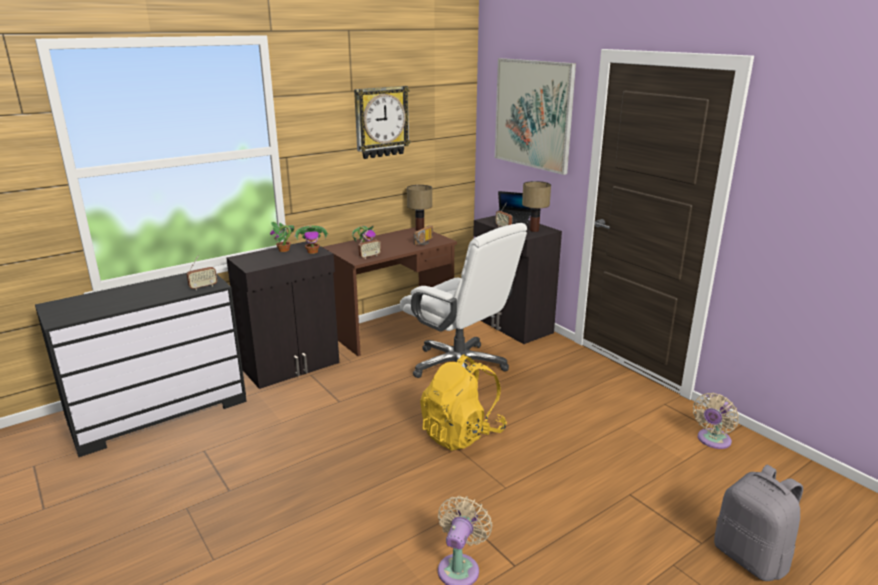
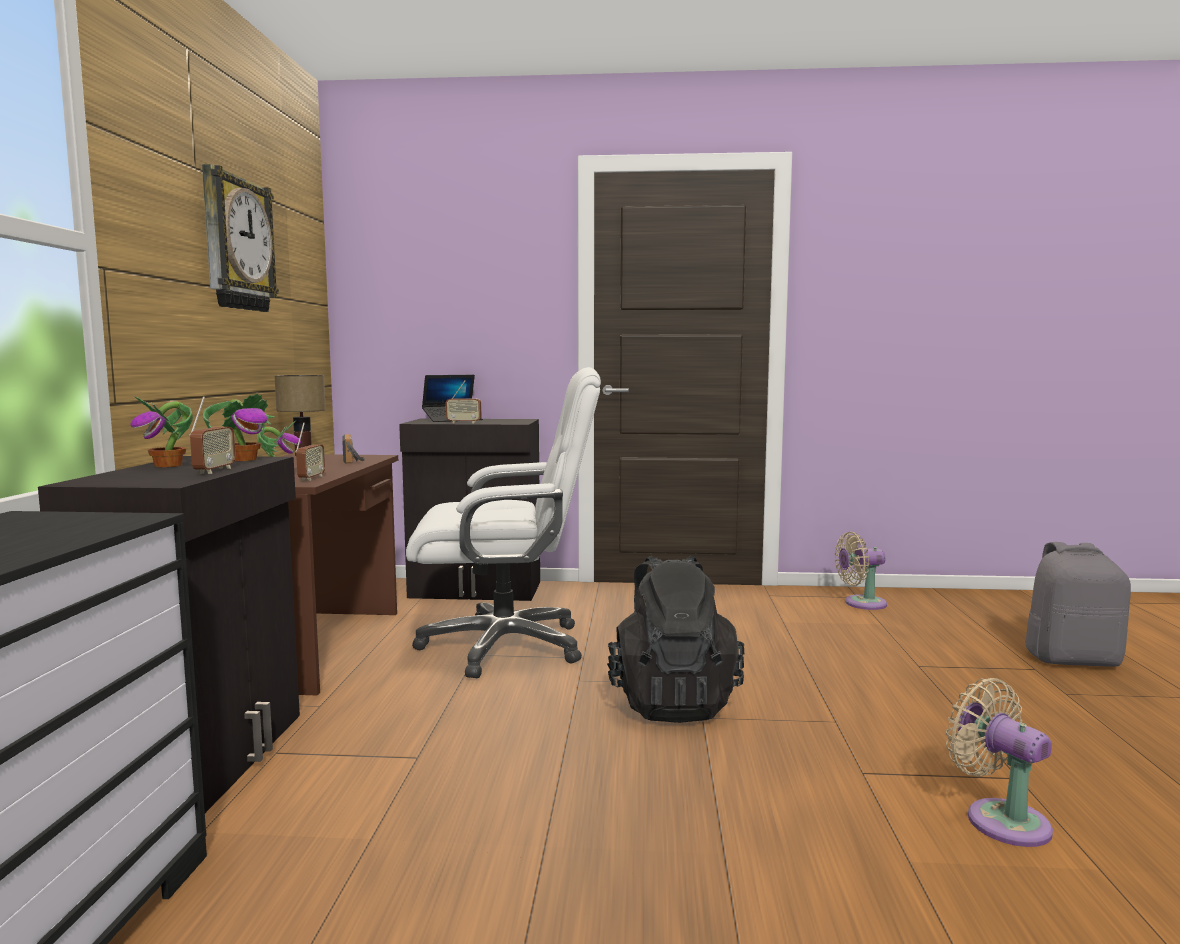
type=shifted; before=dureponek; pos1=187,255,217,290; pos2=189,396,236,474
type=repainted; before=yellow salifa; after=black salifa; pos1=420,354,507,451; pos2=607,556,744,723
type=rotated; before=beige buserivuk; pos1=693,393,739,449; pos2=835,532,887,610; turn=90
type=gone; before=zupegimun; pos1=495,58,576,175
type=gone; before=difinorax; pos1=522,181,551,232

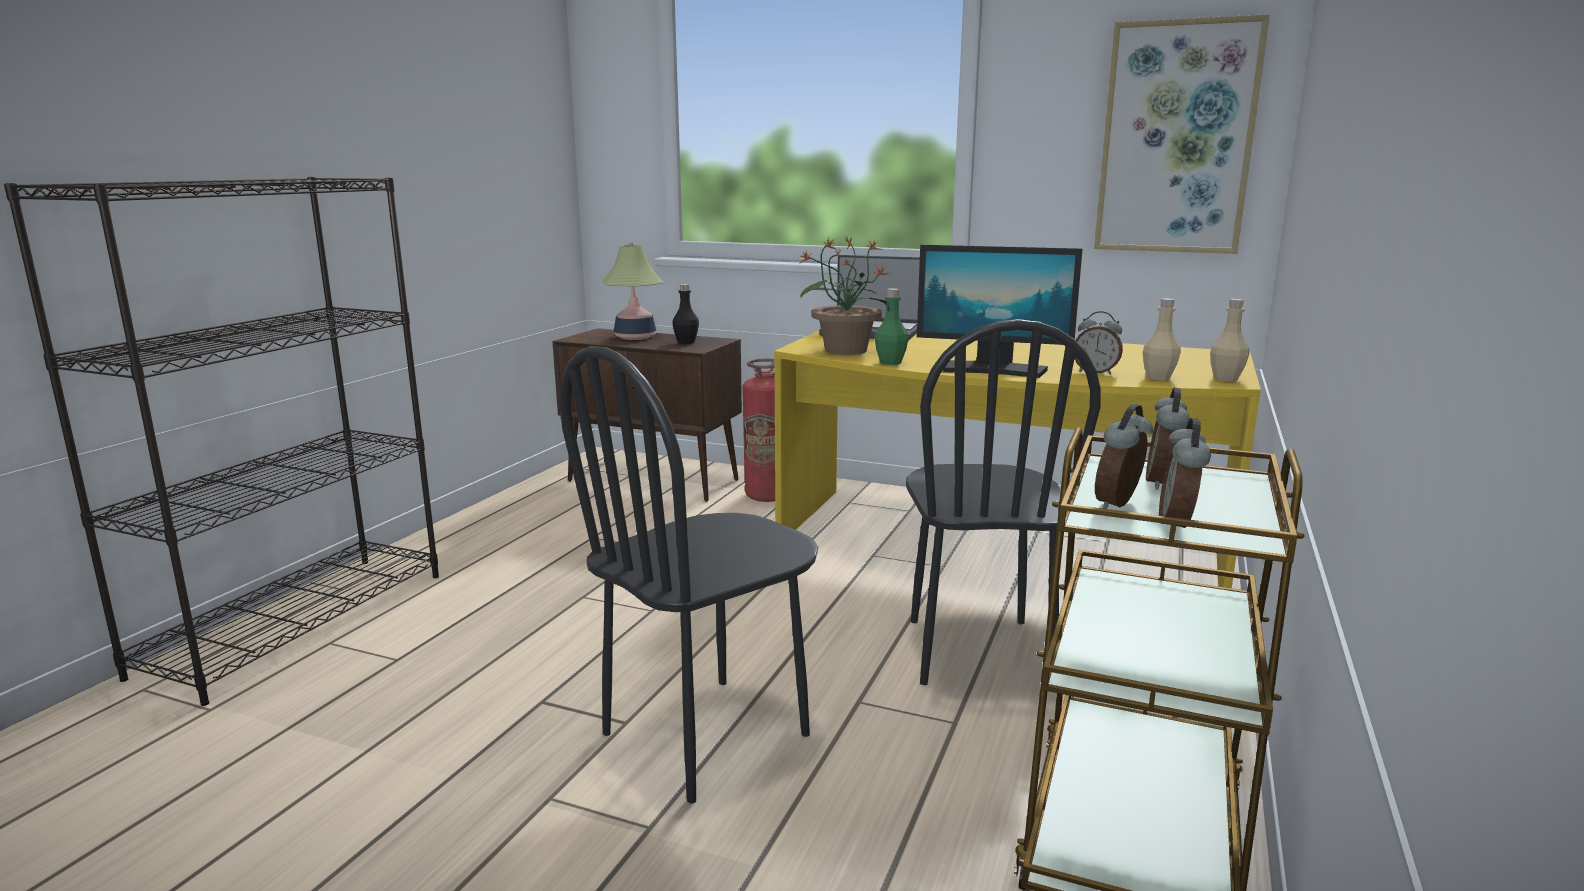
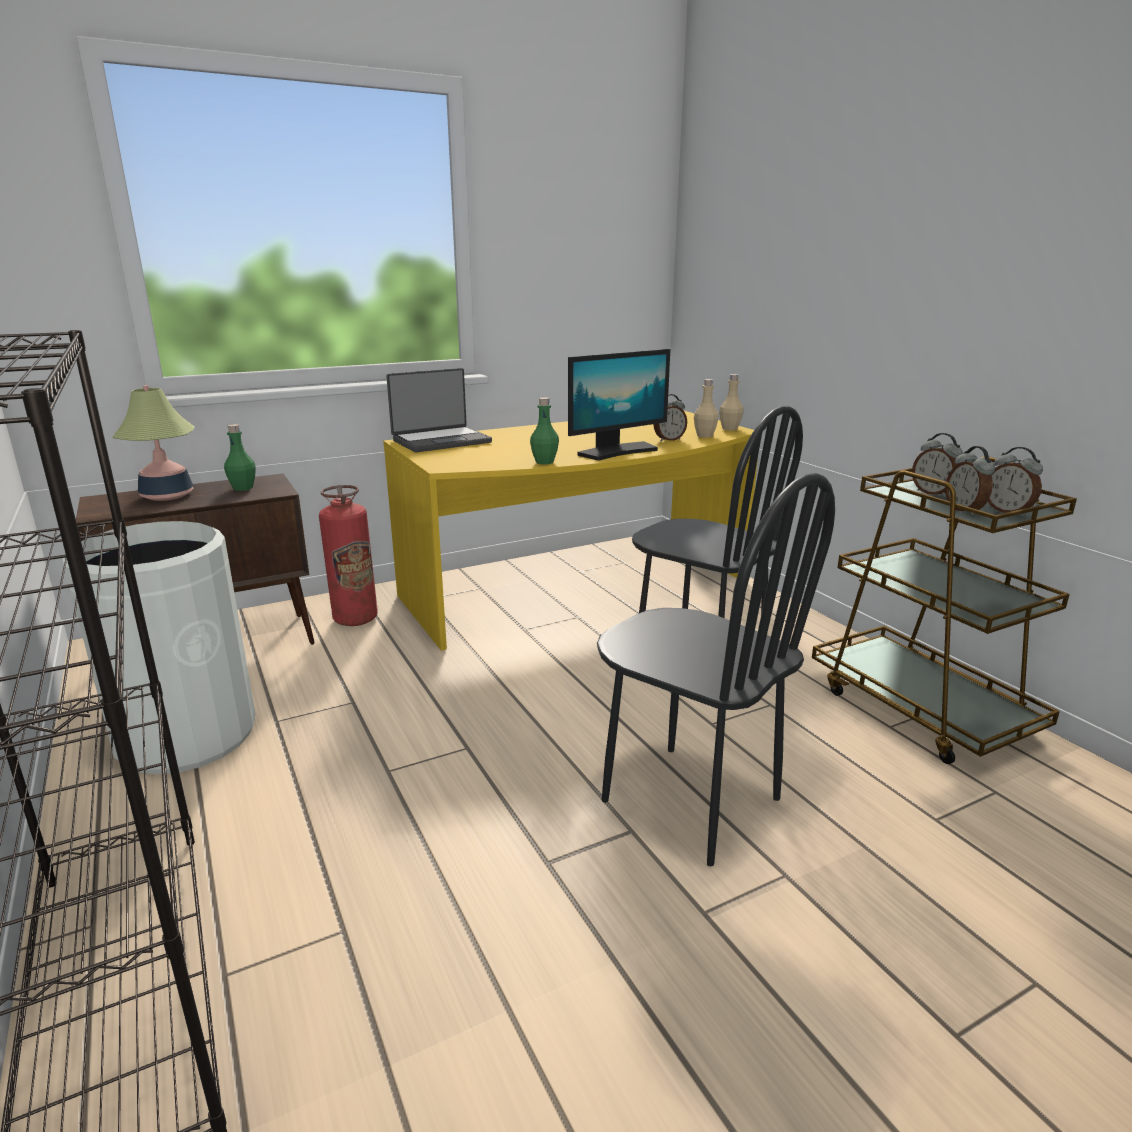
type=new; after=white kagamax; pos2=62,521,256,774
type=repainted; before=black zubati; after=green zubati; pos1=672,284,699,344; pos2=224,424,256,491
type=rotated; before=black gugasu; pos1=560,346,818,803; pos2=597,473,835,866; turn=-45
type=gone; before=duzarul; pos1=799,237,890,355
type=gone; before=zupegimun; pos1=1094,14,1270,254

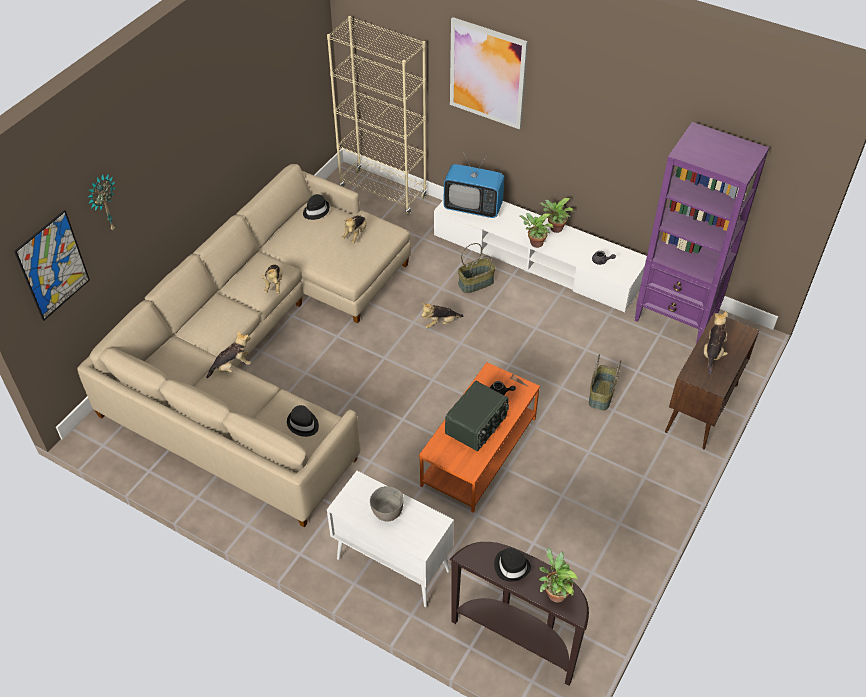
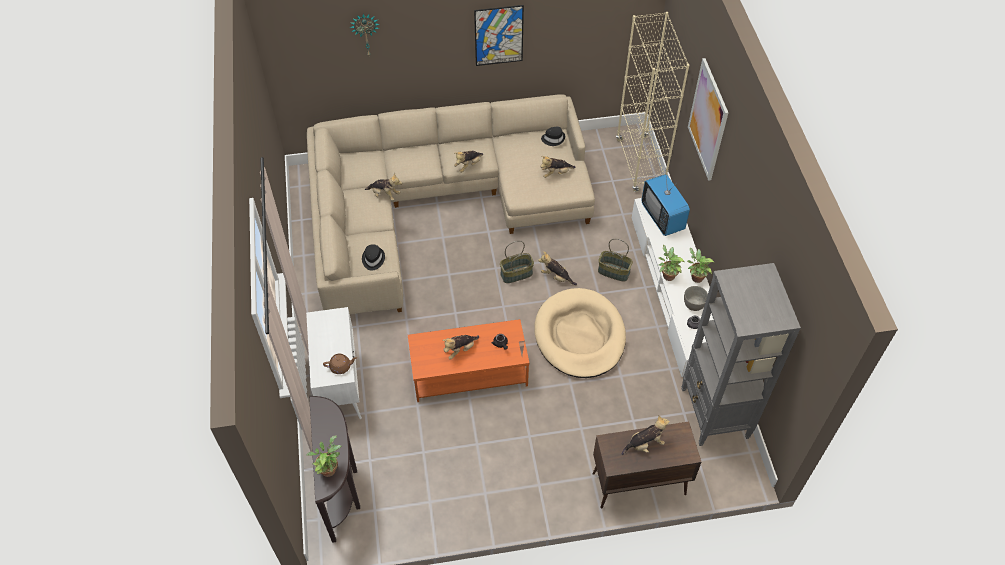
type=new; after=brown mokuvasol; pos2=323,354,357,374
type=swapped; before=dureponek; after=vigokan; pos1=445,381,509,451; pos2=443,335,479,360
type=shifted; before=zupegimun; pos1=14,210,90,321; pos2=474,5,524,66
type=shifted; before=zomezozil; pos1=589,355,621,411; pos2=500,241,534,283
type=new; after=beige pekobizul; pos2=534,288,626,378
type=repainted; before=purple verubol; after=grey verubol; pos1=635,122,769,344; pos2=681,263,801,446
type=shifted; before=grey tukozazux; pos1=370,486,404,522; pos2=684,286,708,311
type=gone; before=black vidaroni; pos1=494,548,531,582

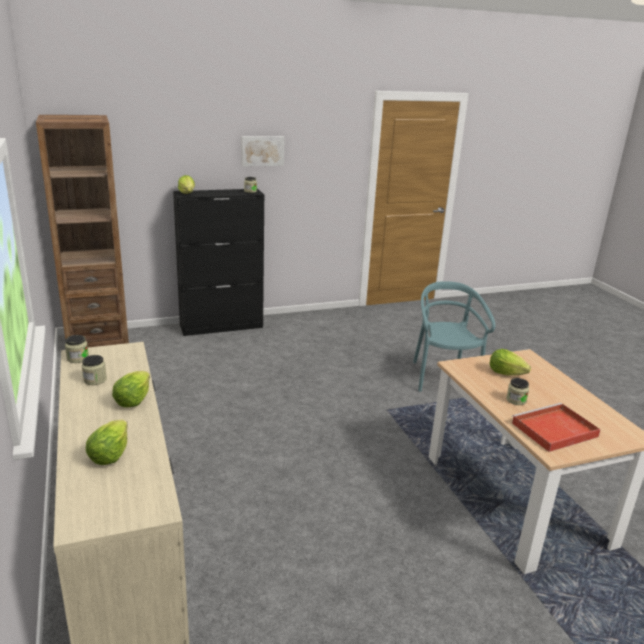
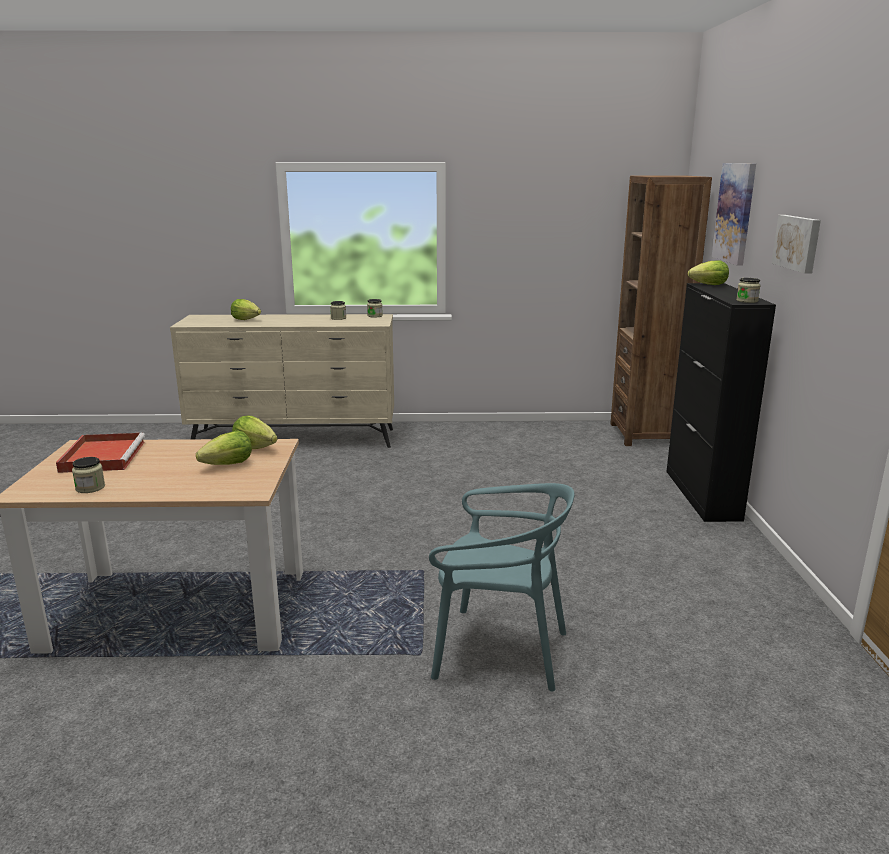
type=shifted; before=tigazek; pos1=506,378,529,405; pos2=72,457,105,493
type=shifted; before=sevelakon; pos1=112,371,150,407; pos2=232,415,278,449
type=new; after=zupegimun; pos2=712,163,756,266

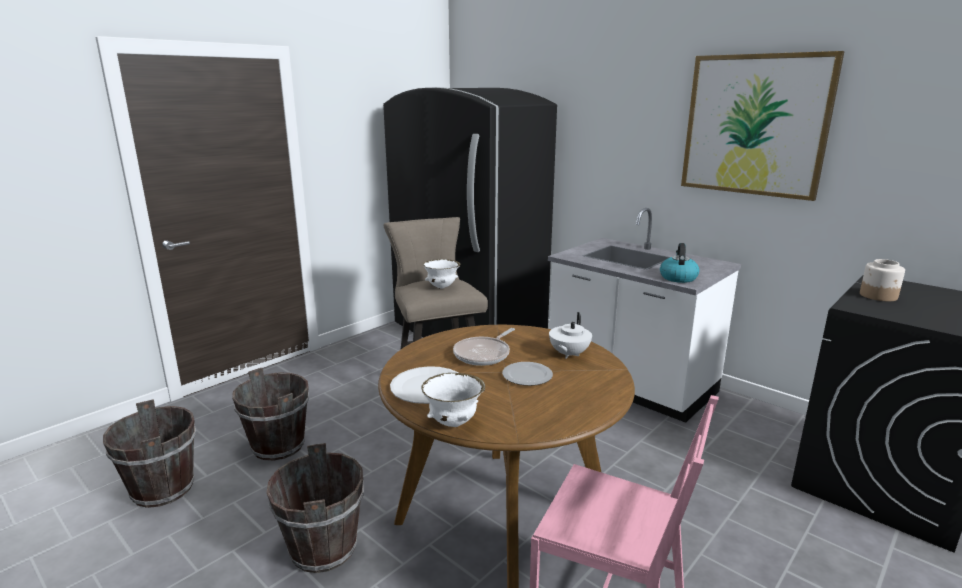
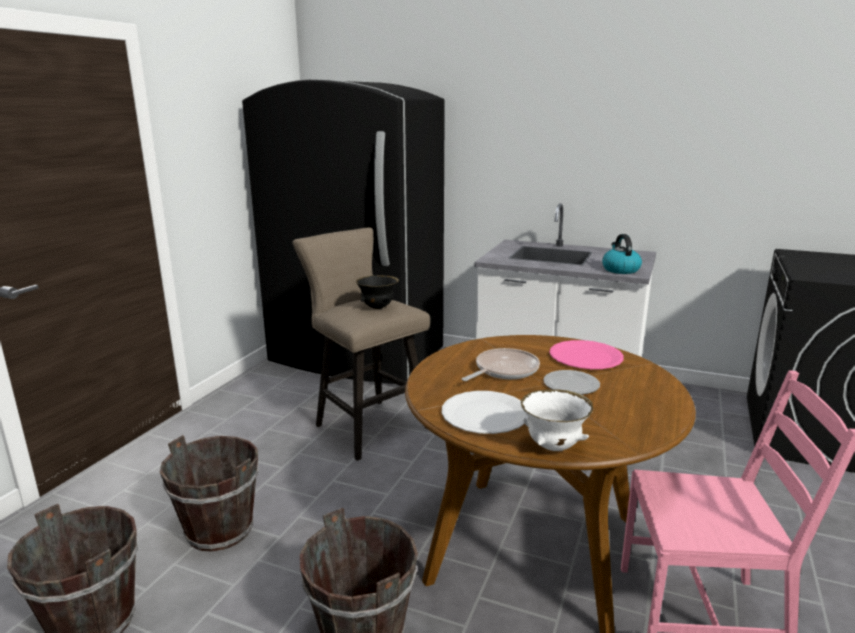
type=repainted; before=white tukozazux; after=black tukozazux; pos1=423,259,460,289; pos2=356,275,399,309
type=rotated; before=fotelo; pos1=453,328,515,366; pos2=462,348,540,381; turn=-150
type=swapped; before=white mokuvasol; after=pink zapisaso; pos1=549,312,592,359; pos2=549,340,624,369
type=gone; before=zupegimun; pos1=681,51,844,201
type=gone; before=tigazek; pos1=860,259,905,302

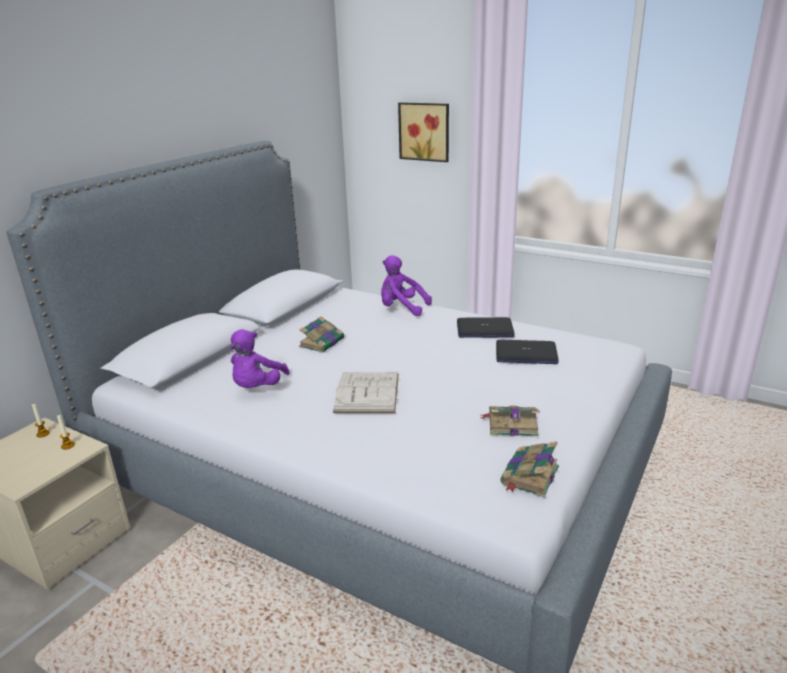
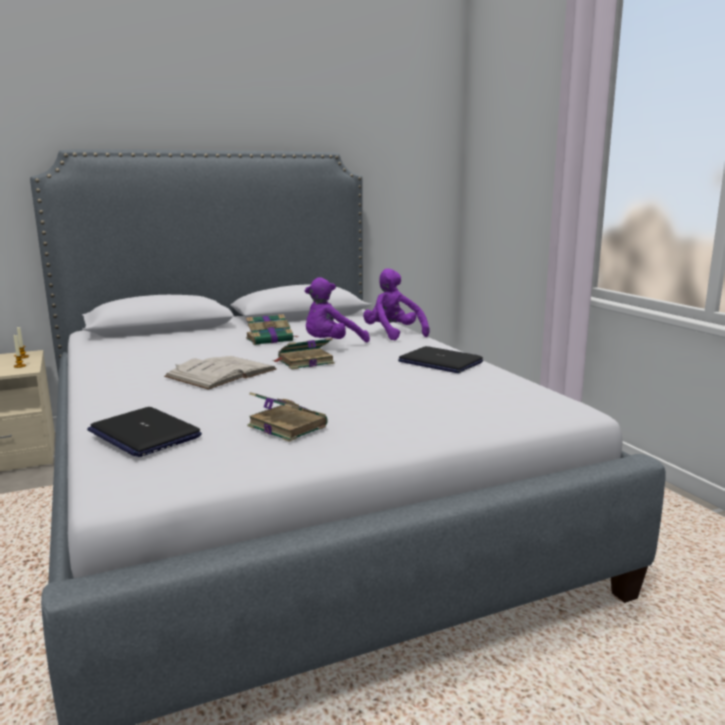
type=shifted; before=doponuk; pos1=496,340,558,364; pos2=87,407,202,457
type=shifted; before=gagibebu; pos1=500,442,559,497; pos2=272,338,335,370
type=shifted; before=purple vigokan; pos1=231,329,290,388; pos2=305,277,370,343
type=gone; before=zupegimun; pos1=398,102,449,162

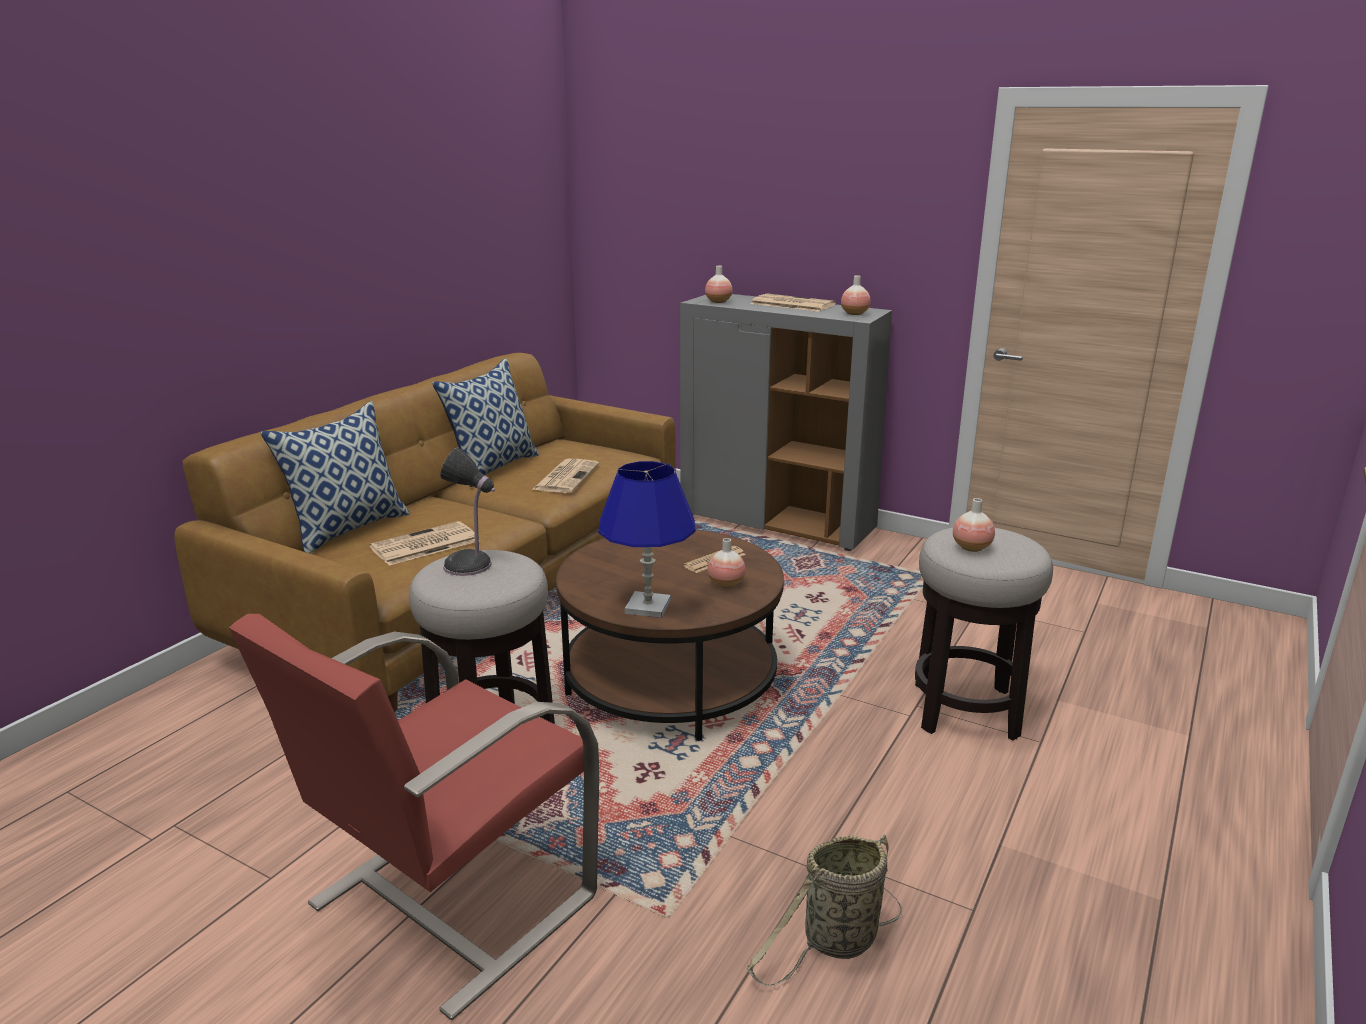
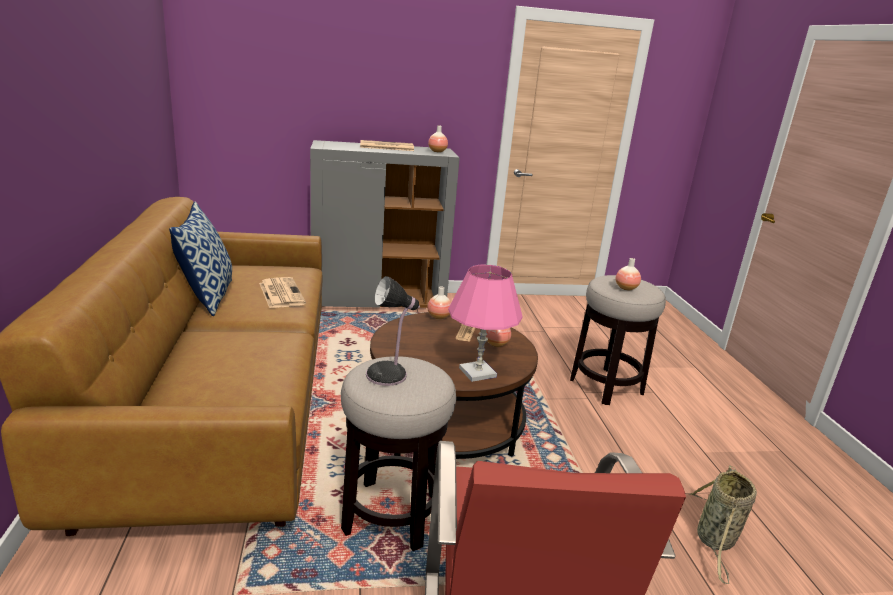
type=shifted; before=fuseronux; pos1=705,266,733,303; pos2=427,287,451,319
type=repainted; before=blue difinorax; after=pink difinorax; pos1=598,461,696,618; pos2=448,265,522,382
type=gone; before=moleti; pos1=260,401,410,554
type=gone; before=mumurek; pos1=369,521,475,566

